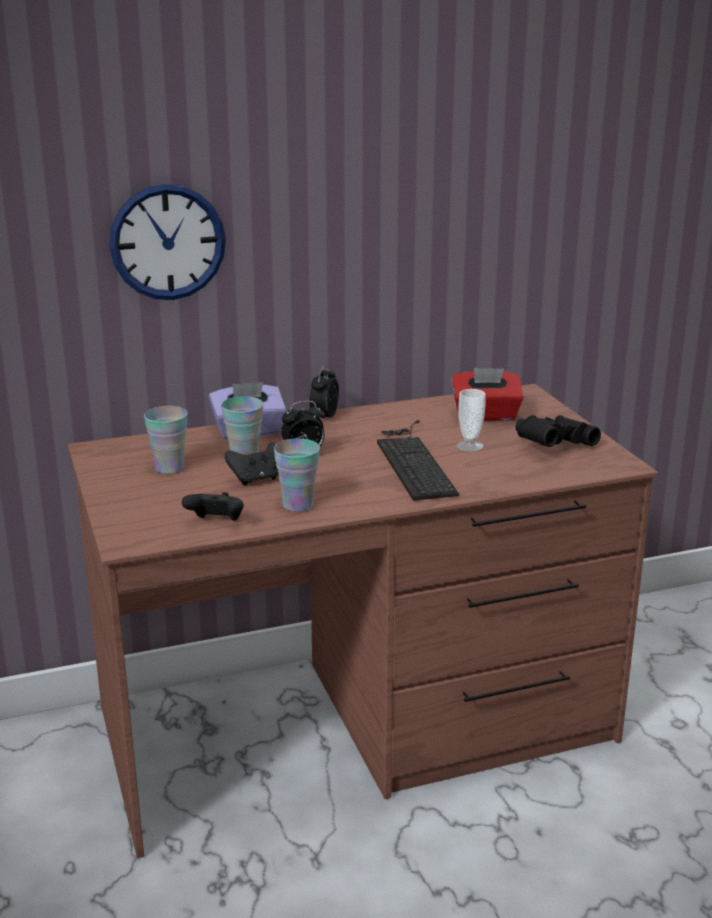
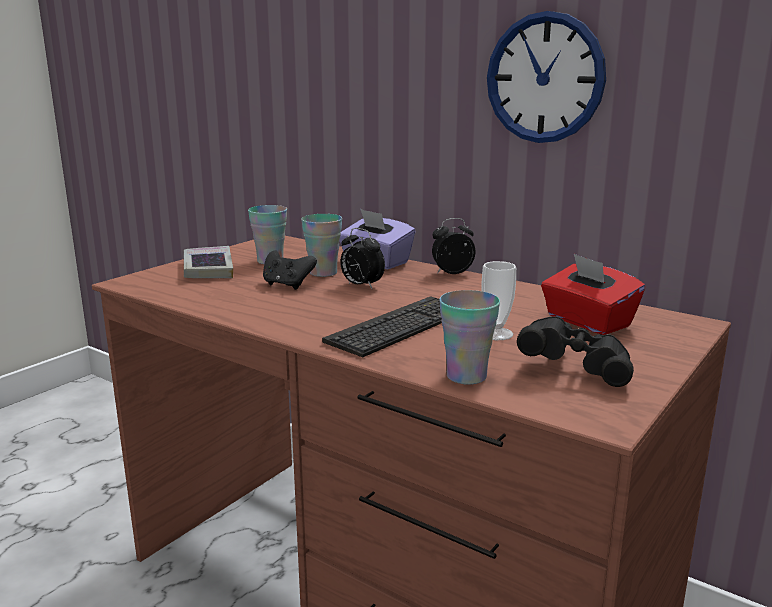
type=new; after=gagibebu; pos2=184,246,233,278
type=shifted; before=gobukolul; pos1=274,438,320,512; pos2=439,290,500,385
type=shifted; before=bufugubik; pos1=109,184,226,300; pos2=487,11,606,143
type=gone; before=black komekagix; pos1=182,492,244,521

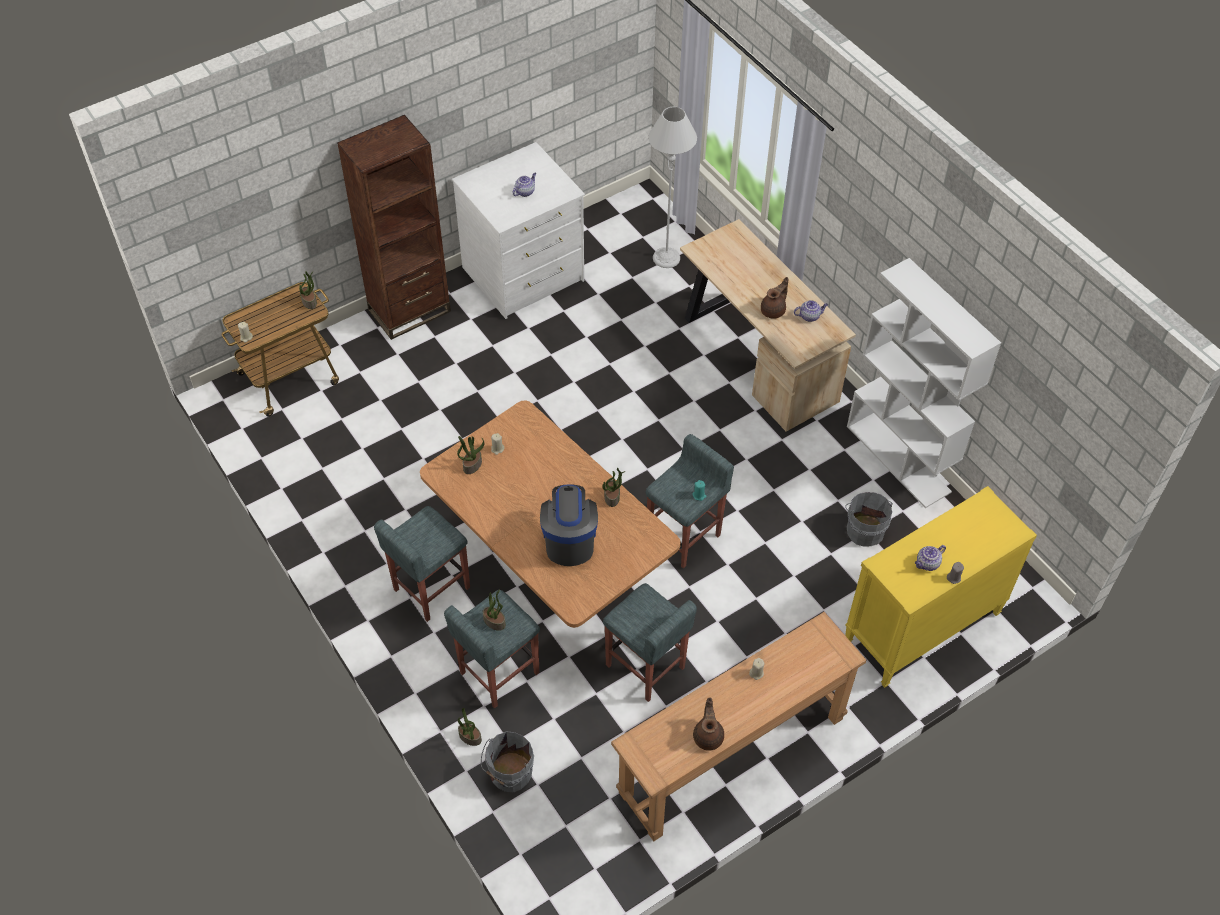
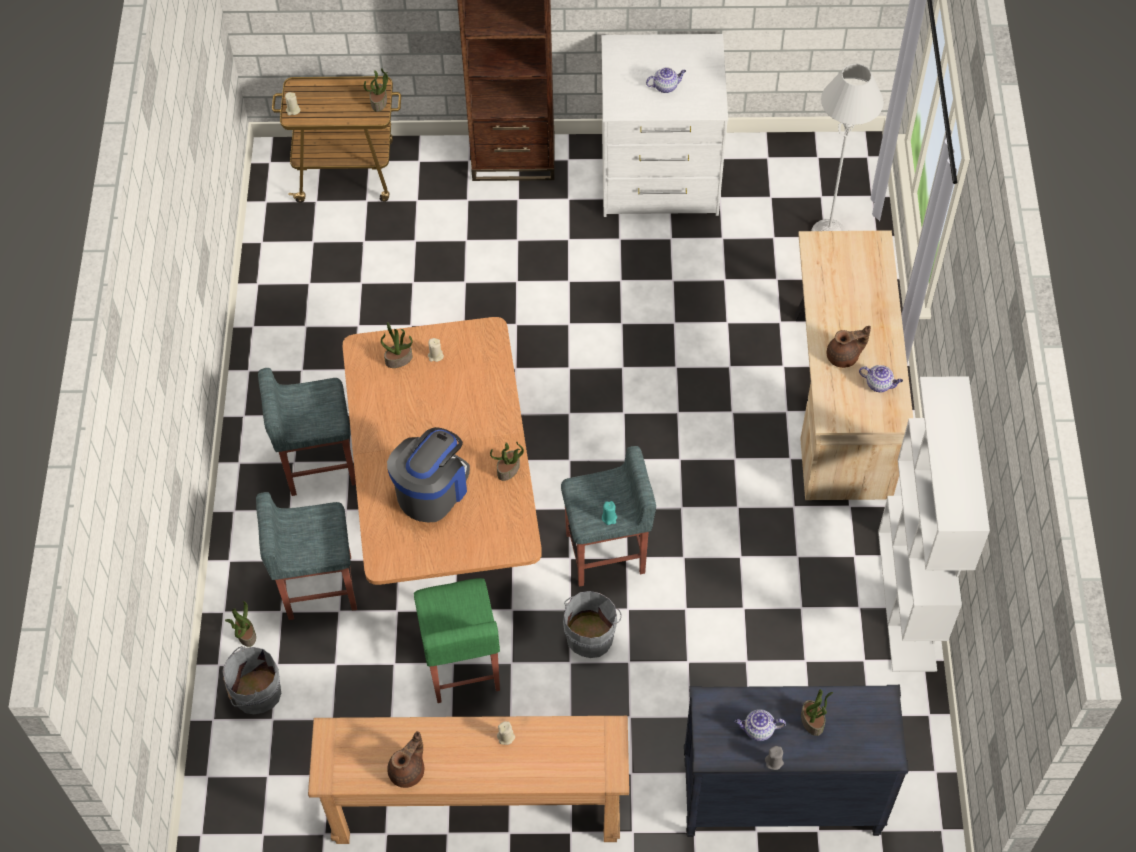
type=repainted; before=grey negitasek; after=green negitasek; pos1=603,583,697,702; pos2=414,578,500,703
type=shifted; before=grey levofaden; pos1=845,492,893,546; pos2=563,591,622,658
type=repainted; before=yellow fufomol; after=black fufomol; pos1=845,486,1037,688; pos2=684,685,909,837
type=shifted; before=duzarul; pos1=483,589,506,631; pos2=801,689,833,736

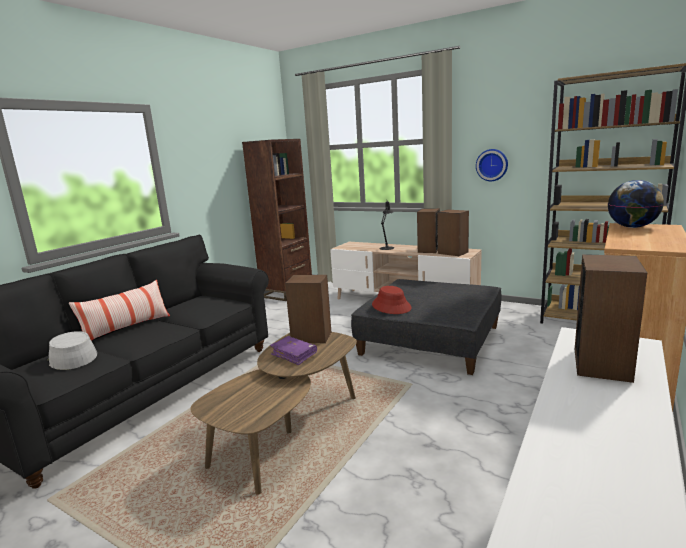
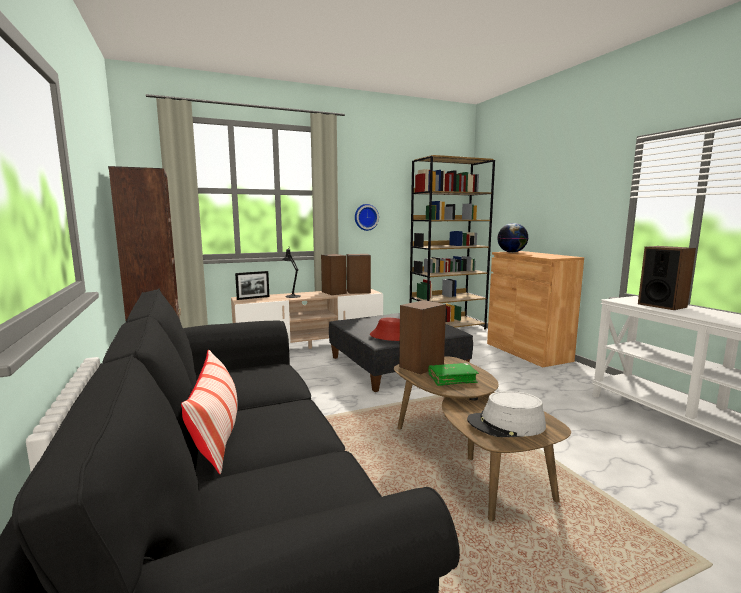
type=new; after=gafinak; pos2=235,271,269,300
type=repainted; before=purple gagibebu; after=green gagibebu; pos1=270,336,317,365; pos2=428,363,479,386
type=shifted; before=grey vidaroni; pos1=48,331,97,370; pos2=467,391,546,437

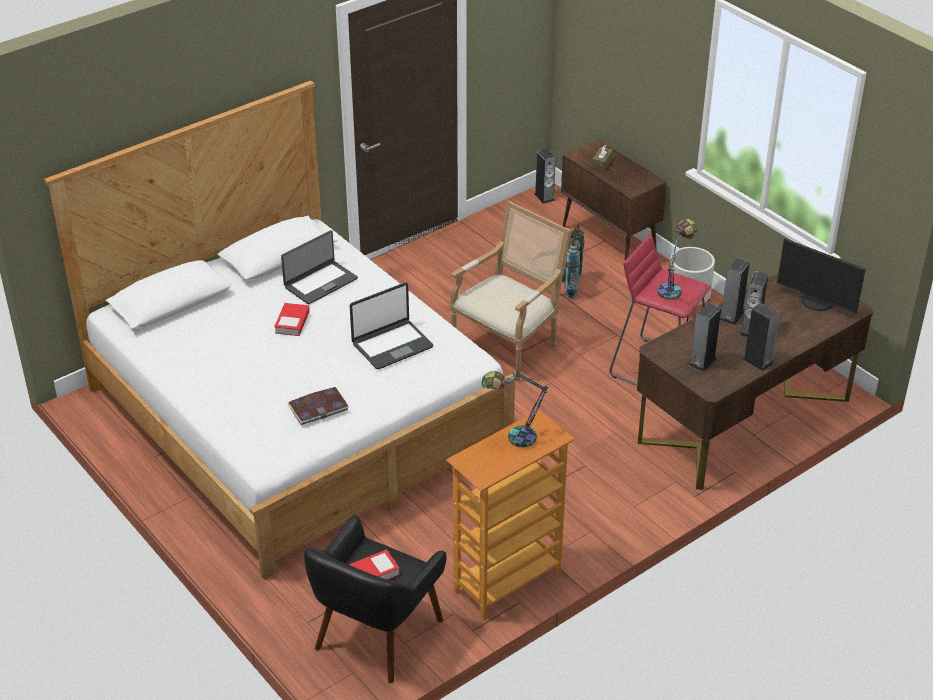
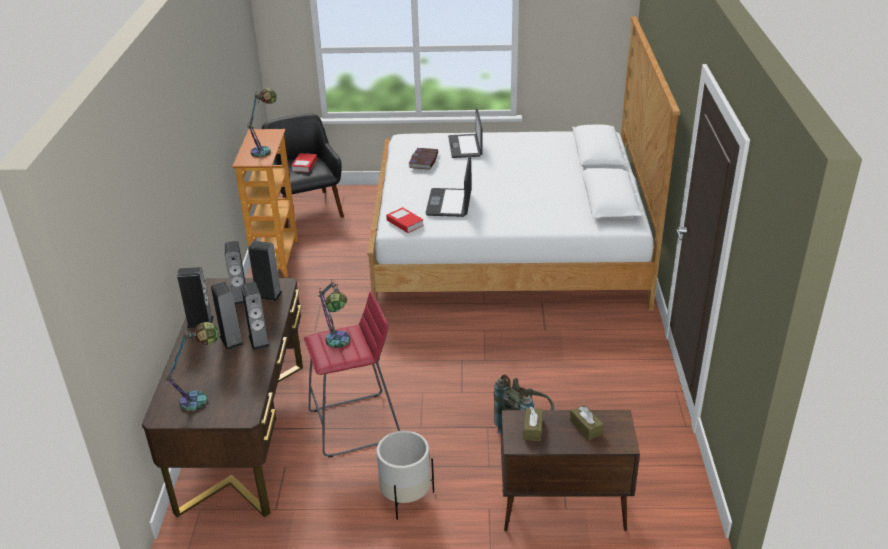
type=swapped; before=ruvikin; after=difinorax; pos1=777,238,866,313; pos2=164,322,219,411
type=shifted; before=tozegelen; pos1=534,149,556,204; pos2=248,241,283,301
type=shifted; before=gagibebu; pos1=274,303,310,336; pos2=386,207,424,233
type=shifted; before=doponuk; pos1=281,230,358,305; pos2=448,108,483,158
type=new; after=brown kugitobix; pos2=523,407,543,441
type=gone; before=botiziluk; pos1=450,201,571,381

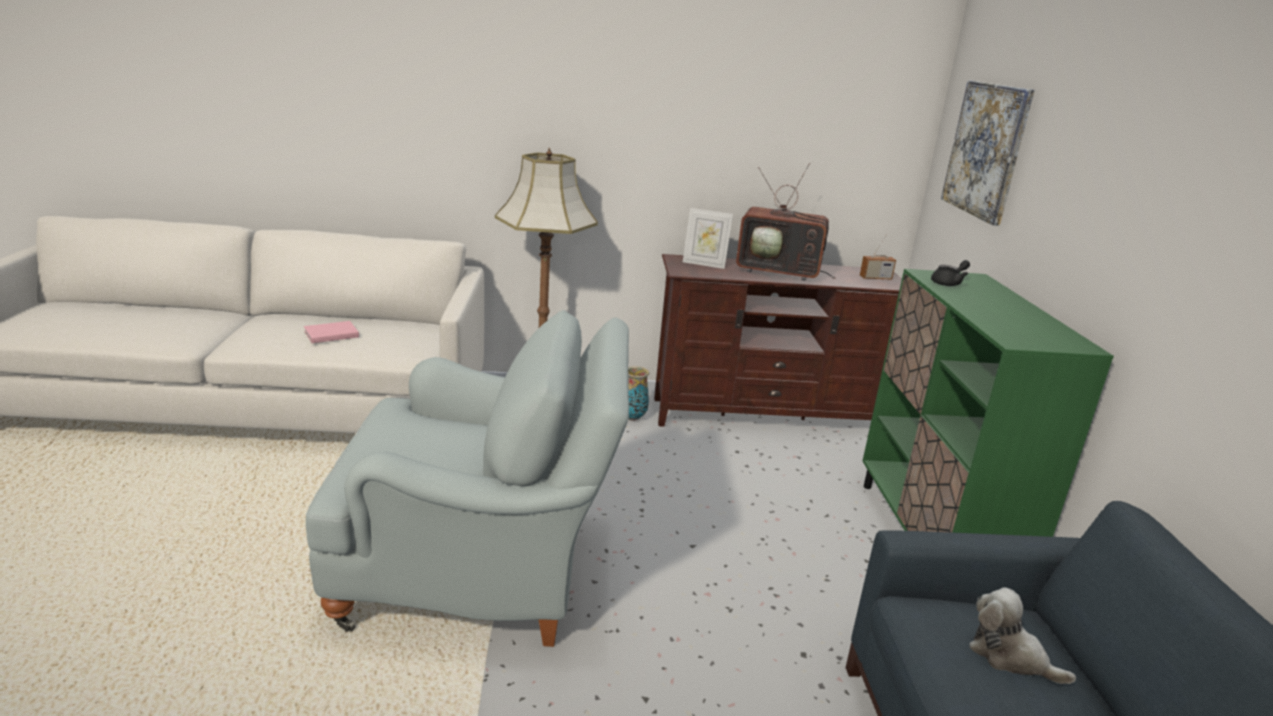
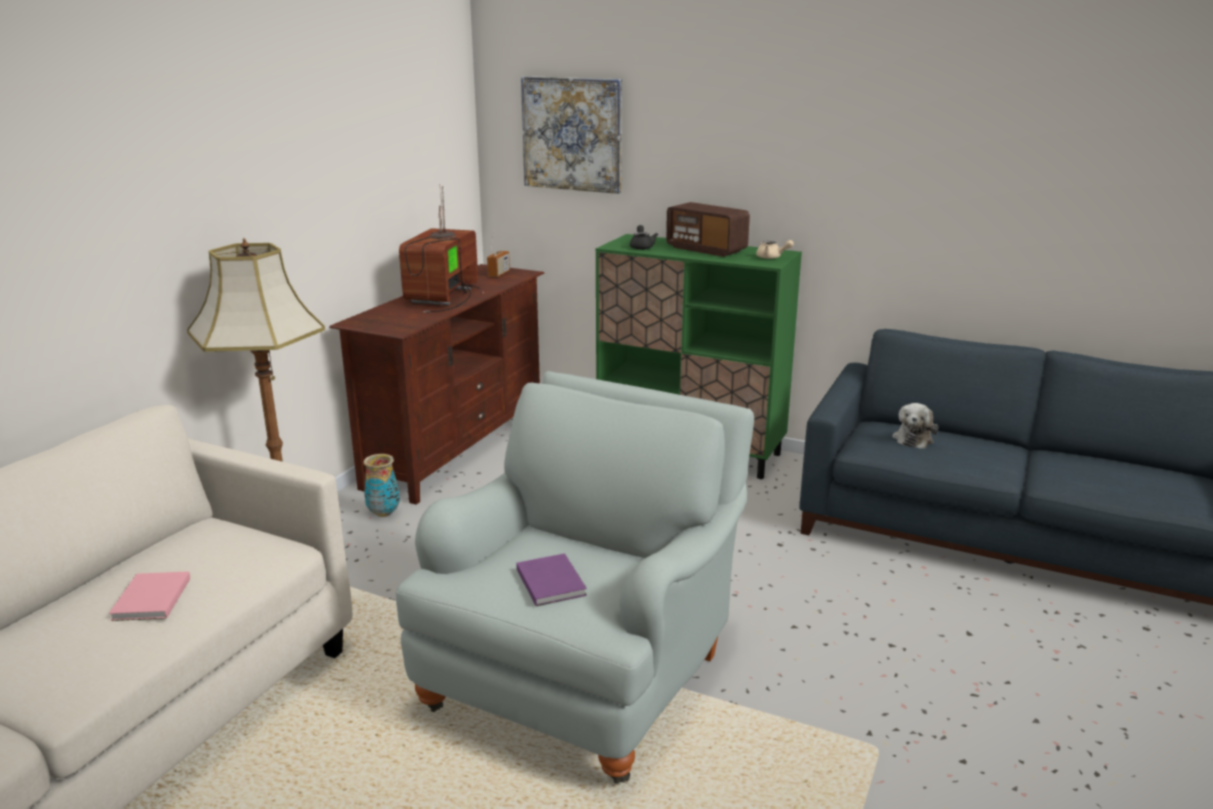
type=rotated; before=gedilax; pos1=736,163,836,281; pos2=399,184,484,313; turn=150
type=new; after=purple gagibebu; pos2=516,553,587,606
type=new; after=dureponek; pos2=666,202,750,257
type=new; after=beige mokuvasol; pos2=756,240,794,259
type=rotated; before=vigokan; pos1=969,587,1076,684; pos2=892,403,938,449; turn=-45
type=gone; before=gafinak; pos1=683,208,733,269

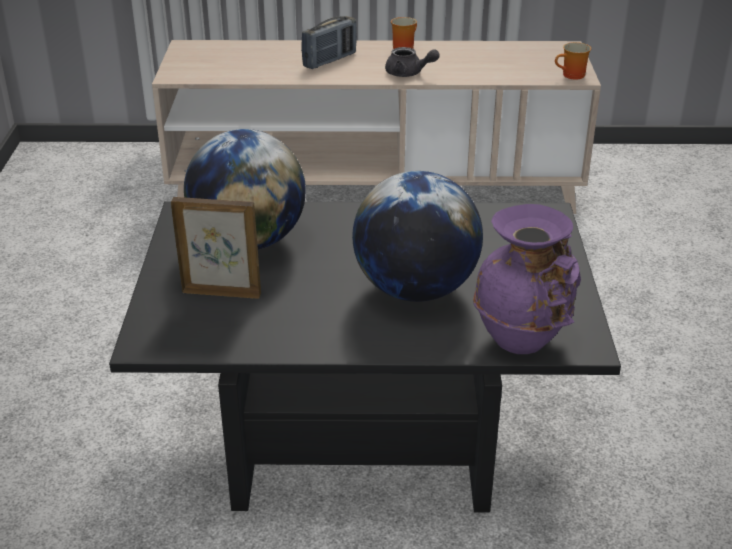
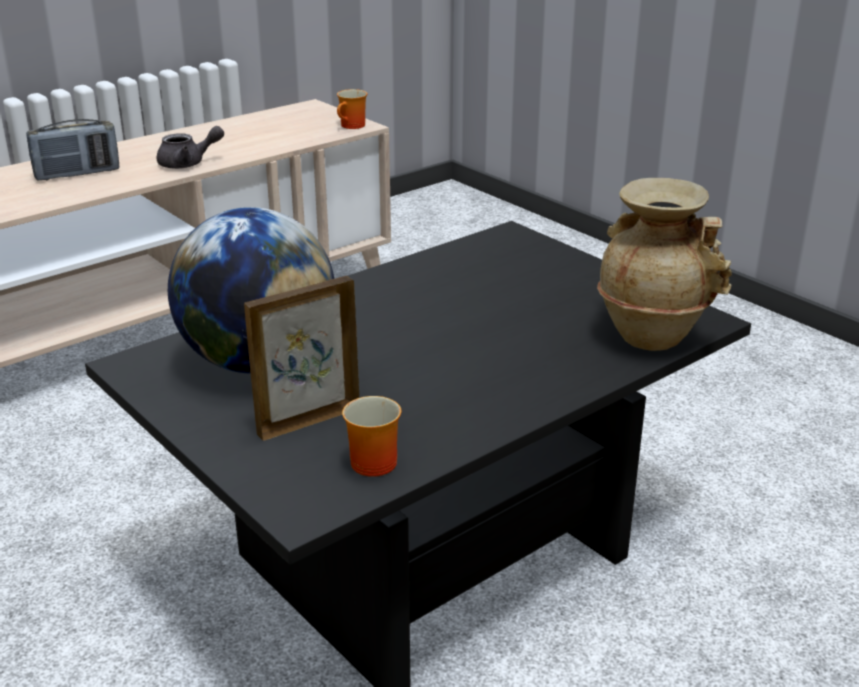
type=rotated; before=dureponek; pos1=301,16,357,69; pos2=26,119,119,181; turn=60
type=shifted; before=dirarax; pos1=391,17,417,49; pos2=342,396,401,477
type=repainted; before=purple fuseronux; after=beige fuseronux; pos1=473,204,581,354; pos2=597,178,732,351
type=gone; before=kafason; pos1=352,171,483,302

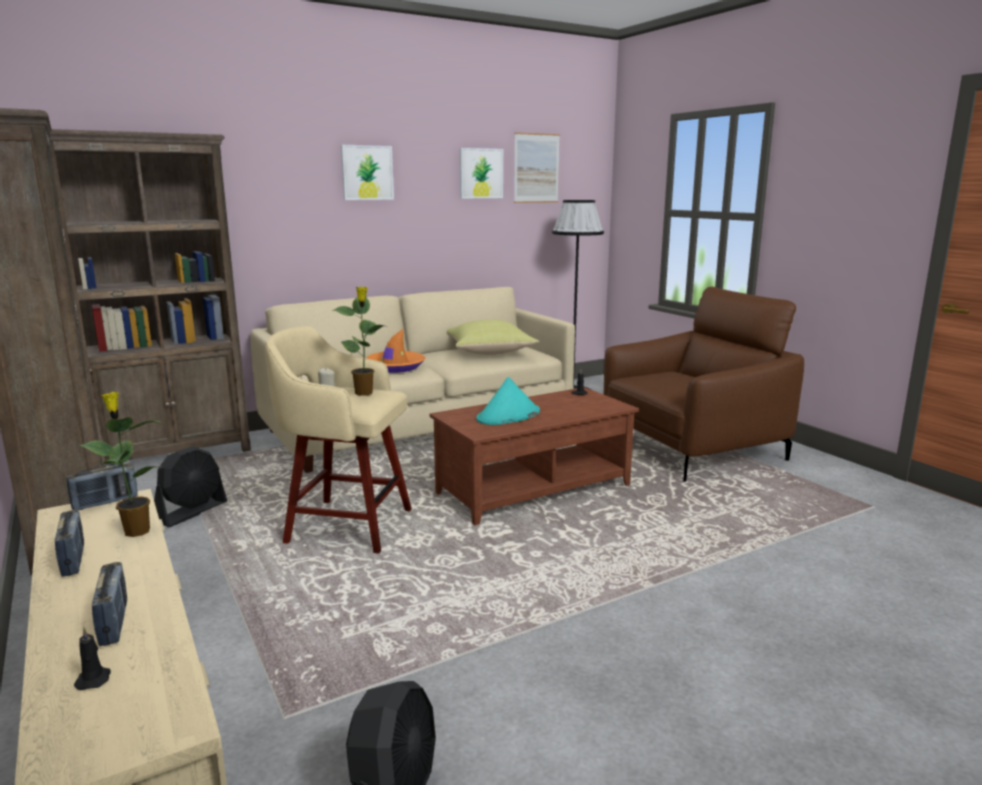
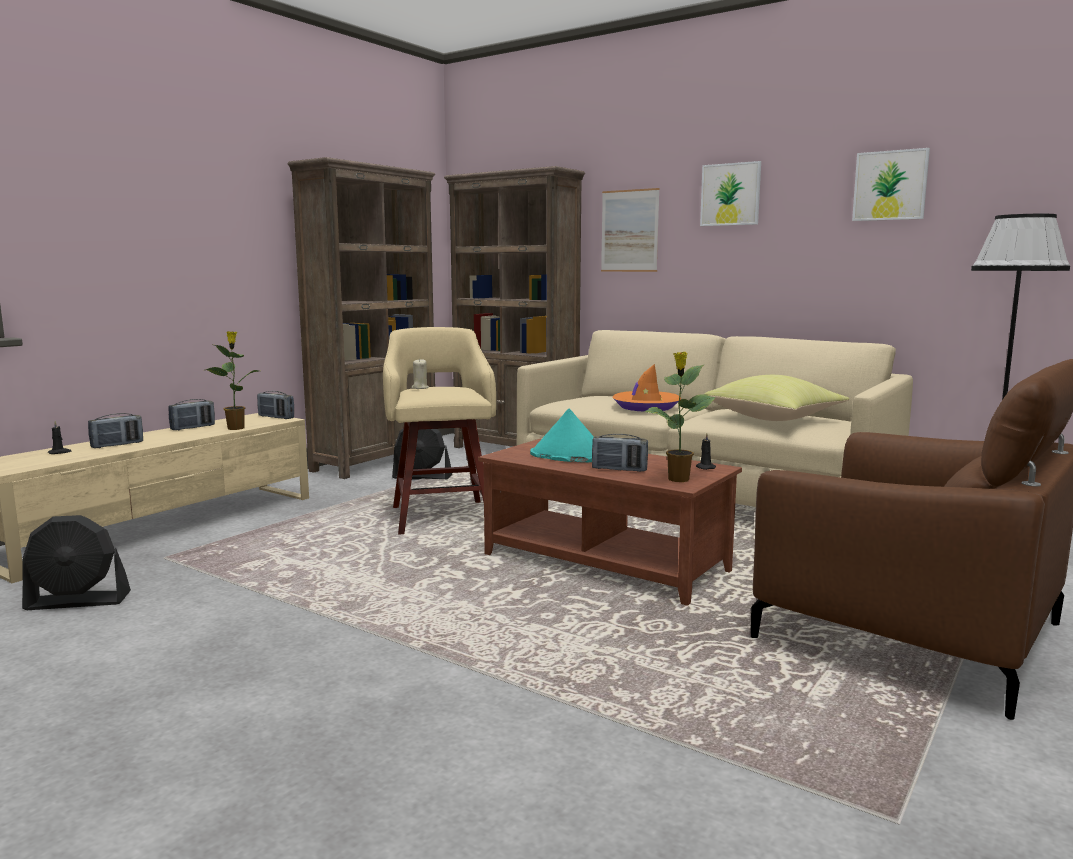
type=new; after=dureponek; pos2=592,434,648,472
type=shifted; before=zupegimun; pos1=514,132,560,203; pos2=601,188,660,272
type=shifted; before=duzarul; pos1=332,286,384,396; pos2=644,352,716,482

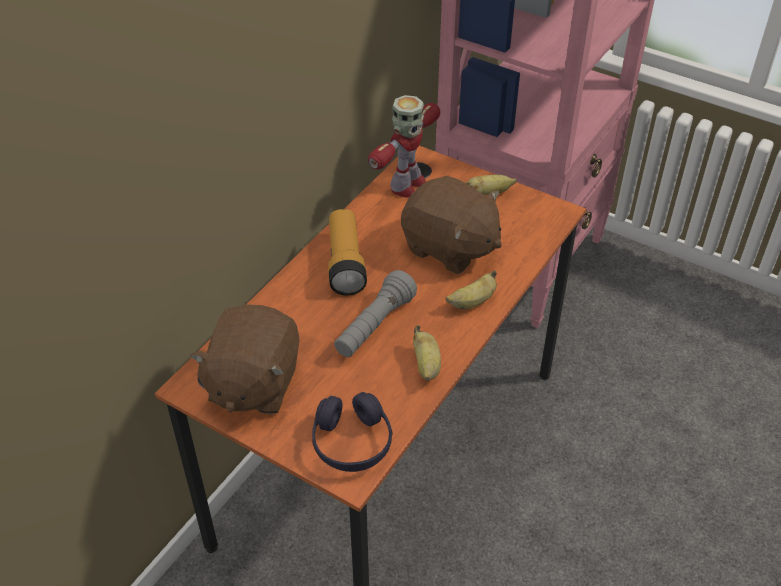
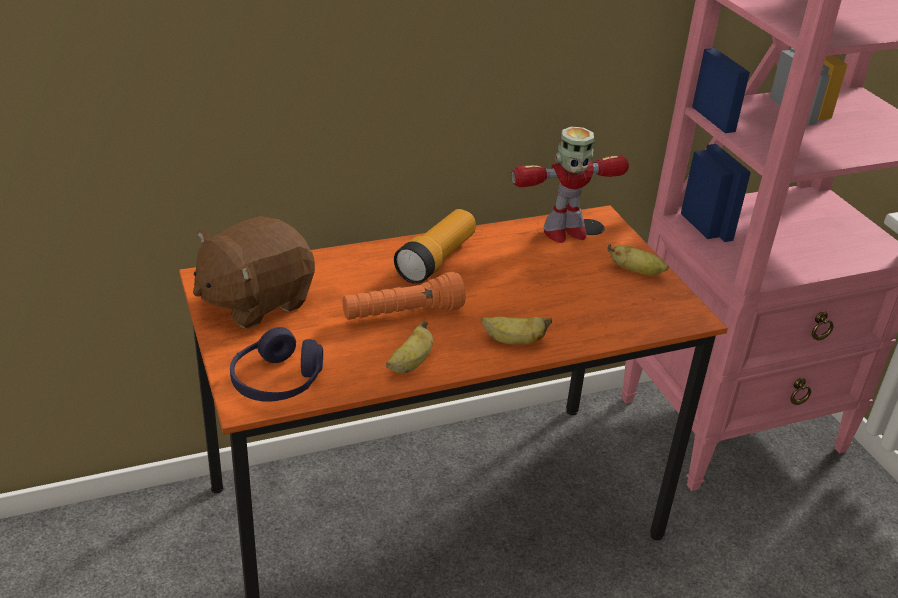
type=repainted; before=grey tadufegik; after=orange tadufegik; pos1=334,270,417,357; pos2=342,272,465,320
type=gone; before=brown vigokan; pos1=401,176,502,274

